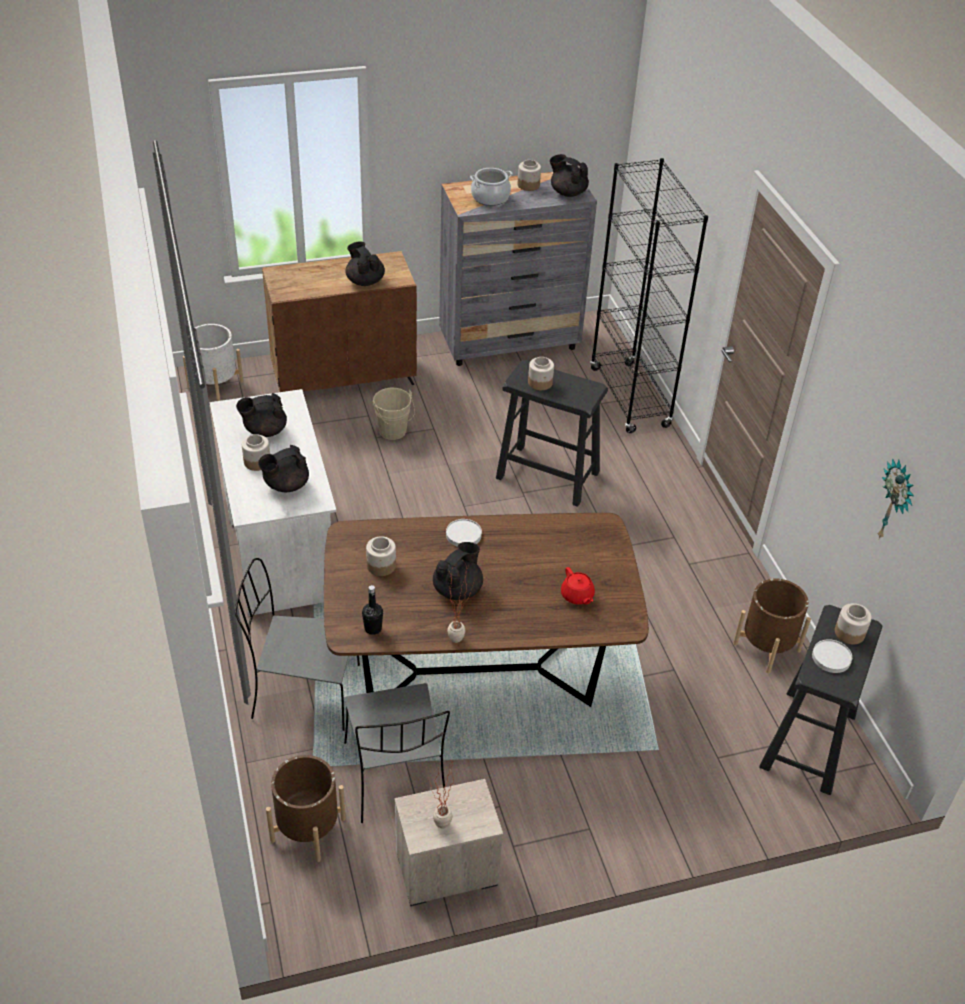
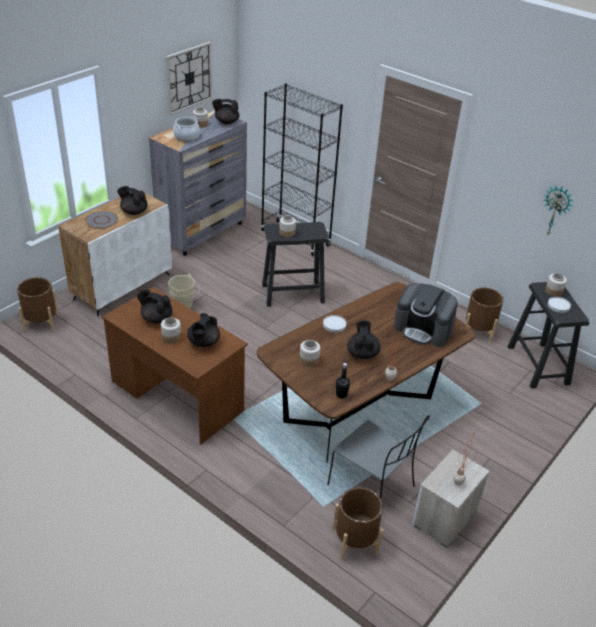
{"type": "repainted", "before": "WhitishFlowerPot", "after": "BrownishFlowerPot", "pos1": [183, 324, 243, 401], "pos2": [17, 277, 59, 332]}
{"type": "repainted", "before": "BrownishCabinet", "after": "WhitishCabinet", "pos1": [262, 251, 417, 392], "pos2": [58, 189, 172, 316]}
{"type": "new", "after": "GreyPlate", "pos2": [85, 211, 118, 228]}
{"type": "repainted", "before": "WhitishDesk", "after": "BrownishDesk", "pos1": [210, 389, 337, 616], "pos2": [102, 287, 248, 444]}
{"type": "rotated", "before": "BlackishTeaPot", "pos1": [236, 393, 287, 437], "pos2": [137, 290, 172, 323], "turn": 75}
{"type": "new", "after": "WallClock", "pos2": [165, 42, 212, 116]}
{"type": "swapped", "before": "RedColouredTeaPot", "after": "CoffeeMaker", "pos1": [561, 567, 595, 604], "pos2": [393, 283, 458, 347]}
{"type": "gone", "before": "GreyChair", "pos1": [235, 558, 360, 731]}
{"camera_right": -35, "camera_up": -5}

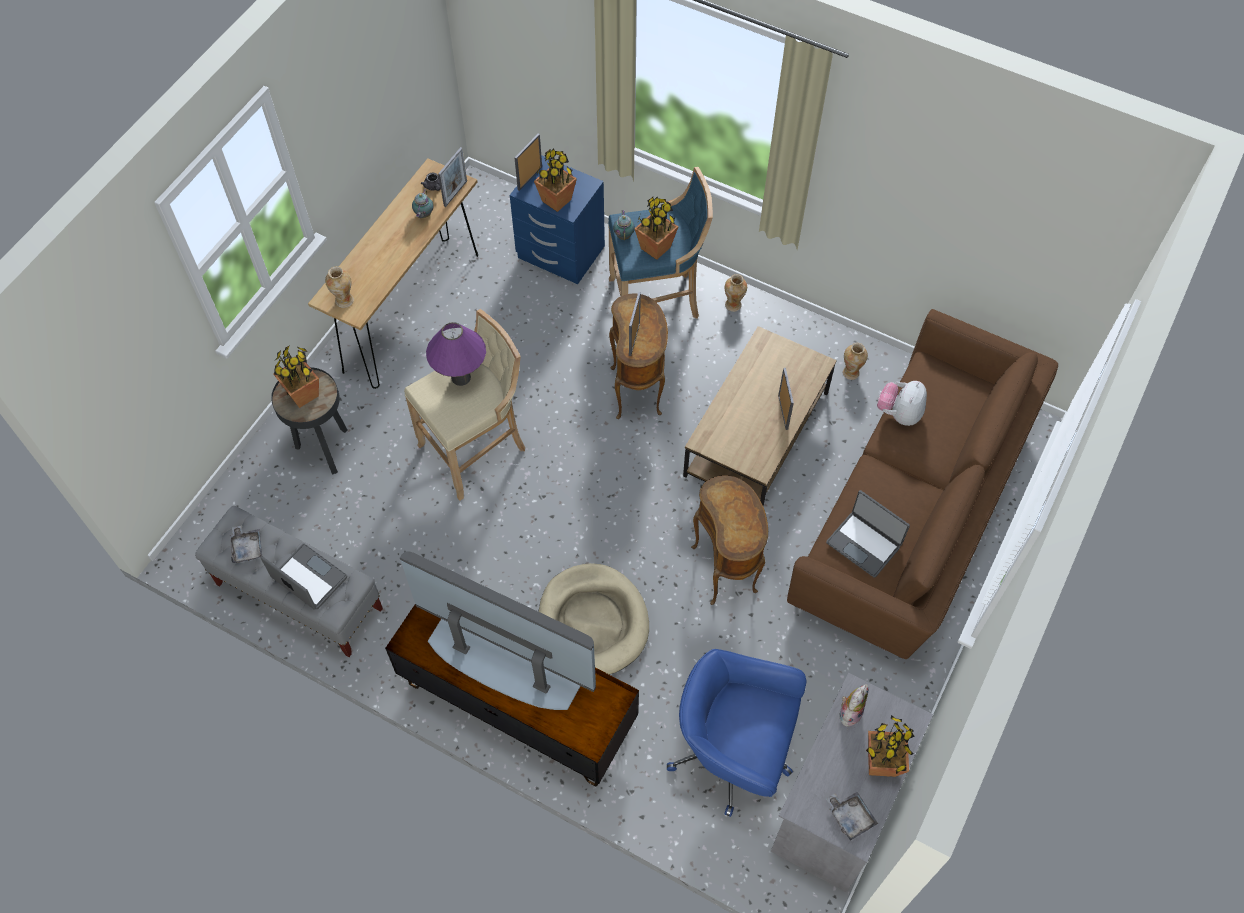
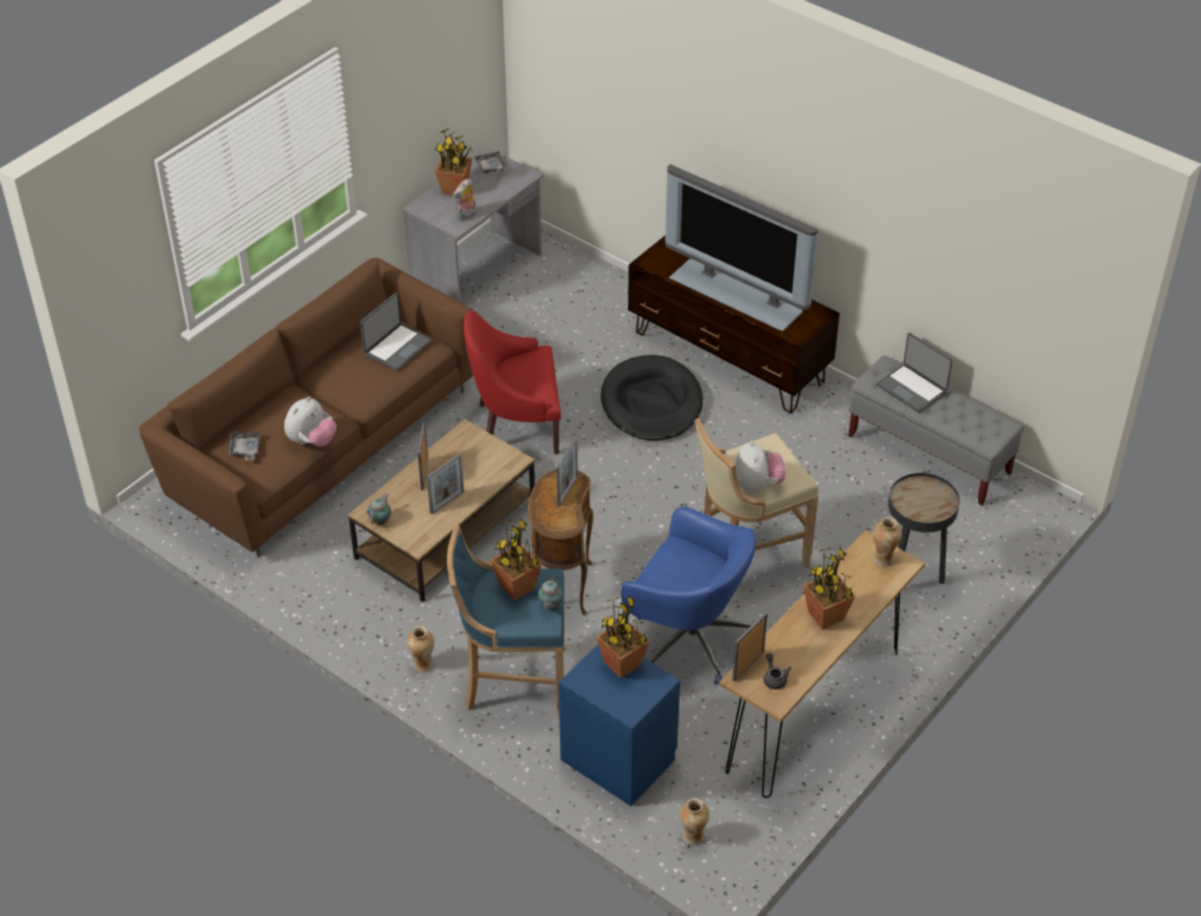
{"type": "shifted", "before": "GreyCarryingTray", "pos1": [230, 525, 262, 563], "pos2": [228, 432, 260, 460]}
{"type": "rotated", "before": "NotebookComputer", "pos1": [826, 490, 910, 578], "pos2": [360, 292, 432, 371], "turn": 75}
{"type": "shifted", "before": "TeaPot", "pos1": [412, 189, 434, 218], "pos2": [367, 494, 391, 525]}
{"type": "shifted", "before": "PhotoFrame", "pos1": [514, 133, 542, 191], "pos2": [427, 454, 464, 514]}
{"type": "swapped", "before": "BrownishEndTable", "after": "RedColouredArmchair", "pos1": [691, 475, 768, 605], "pos2": [464, 310, 561, 454]}
{"type": "repainted", "before": "BeigeColouredPetBed", "after": "BlackishPetBed", "pos1": [538, 563, 649, 675], "pos2": [601, 355, 703, 441]}
{"type": "shifted", "before": "BlueColouredComputerChair", "pos1": [667, 649, 807, 817], "pos2": [621, 506, 756, 685]}
{"type": "shifted", "before": "FlowerVase", "pos1": [843, 343, 868, 380], "pos2": [680, 798, 709, 845]}
{"type": "swapped", "before": "PurpleColouredLampForATable", "after": "SoftToy", "pos1": [426, 322, 486, 386], "pos2": [735, 441, 785, 492]}
{"type": "shifted", "before": "PlantInAPot", "pos1": [273, 346, 319, 408], "pos2": [803, 547, 855, 629]}
{"camera_right": -170, "camera_up": -15}

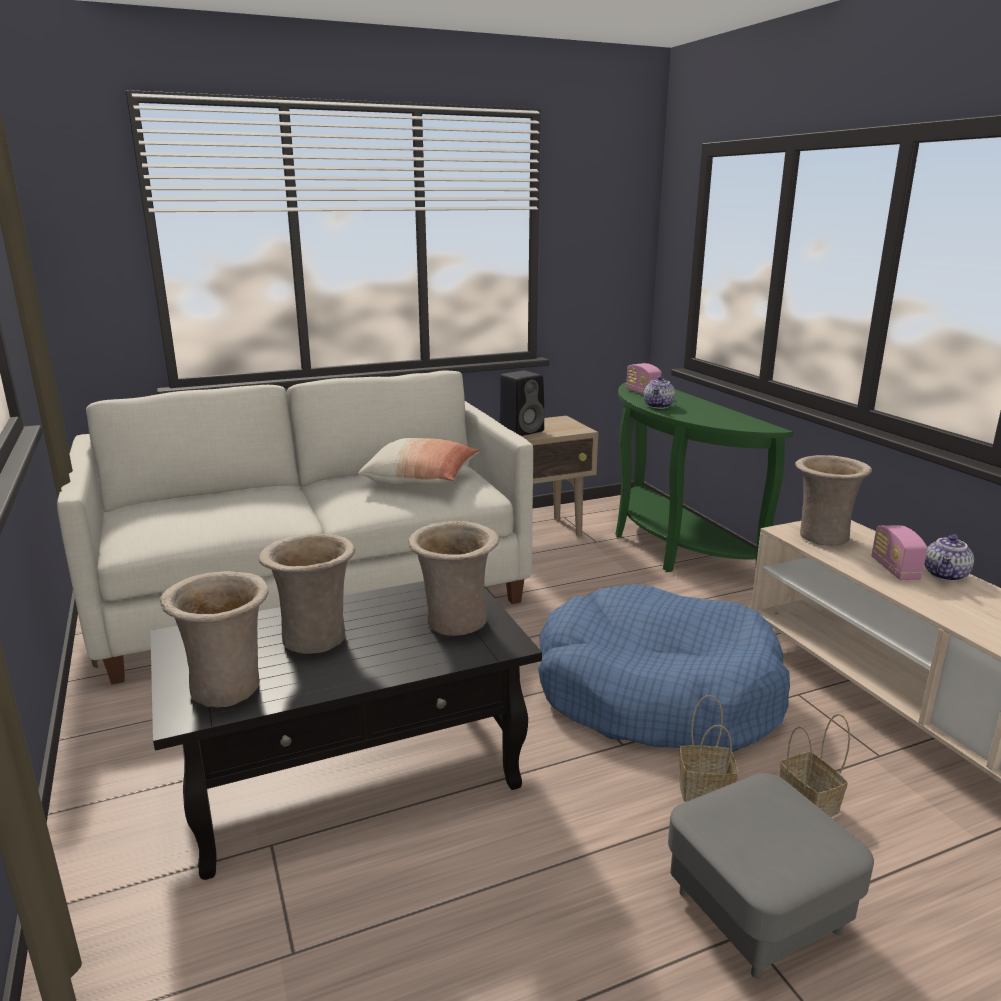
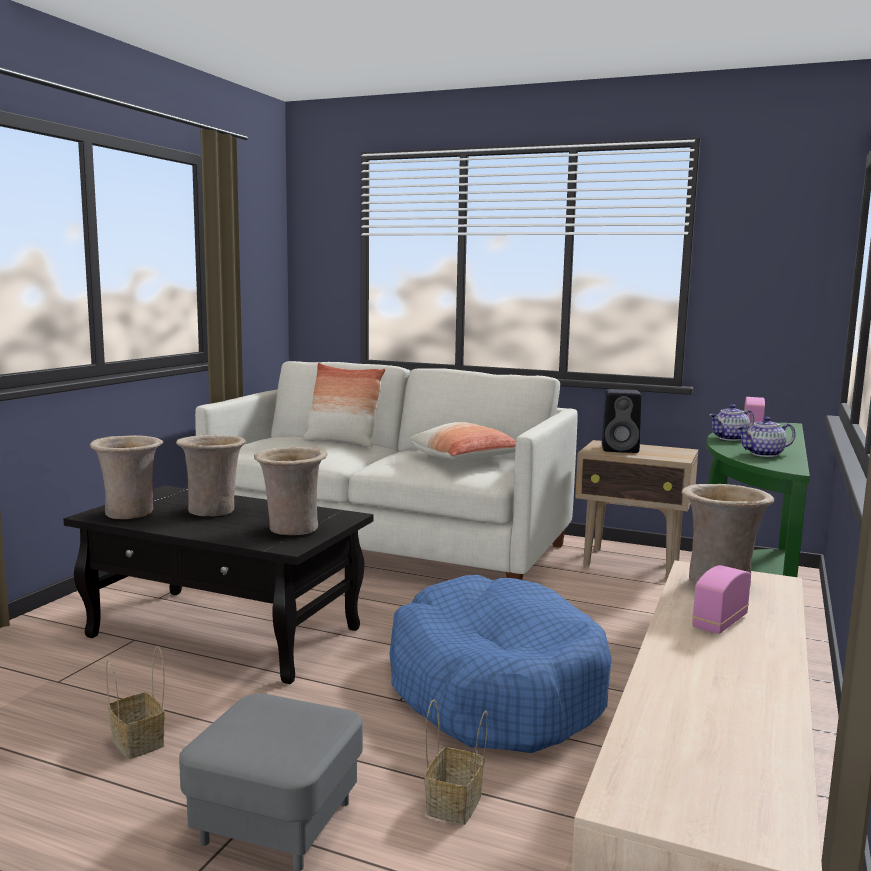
{"type": "shifted", "before": "Basket", "pos1": [679, 695, 738, 802], "pos2": [106, 646, 165, 759]}
{"type": "new", "after": "ThrowPillow", "pos2": [303, 363, 385, 447]}
{"type": "shifted", "before": "TeaPot", "pos1": [924, 534, 974, 581], "pos2": [737, 417, 796, 457]}
{"camera_right": 45, "camera_up": -10}

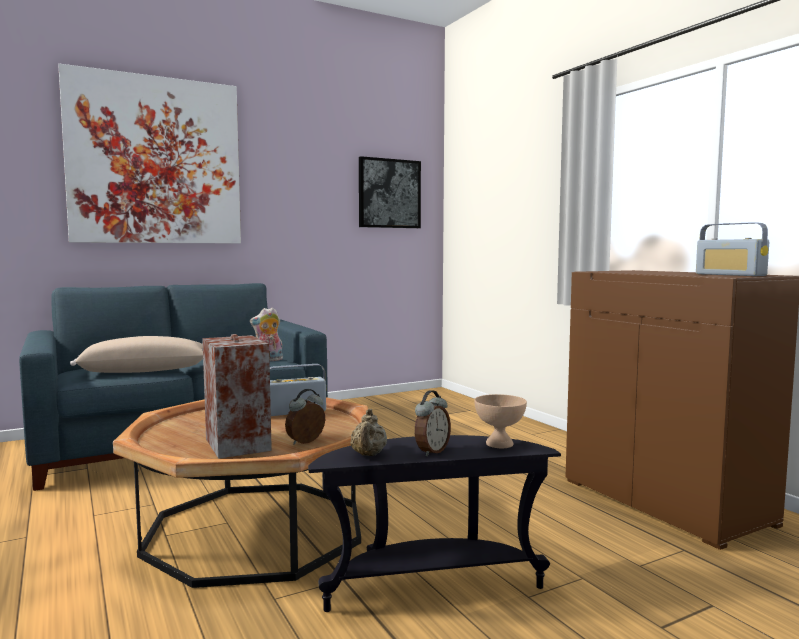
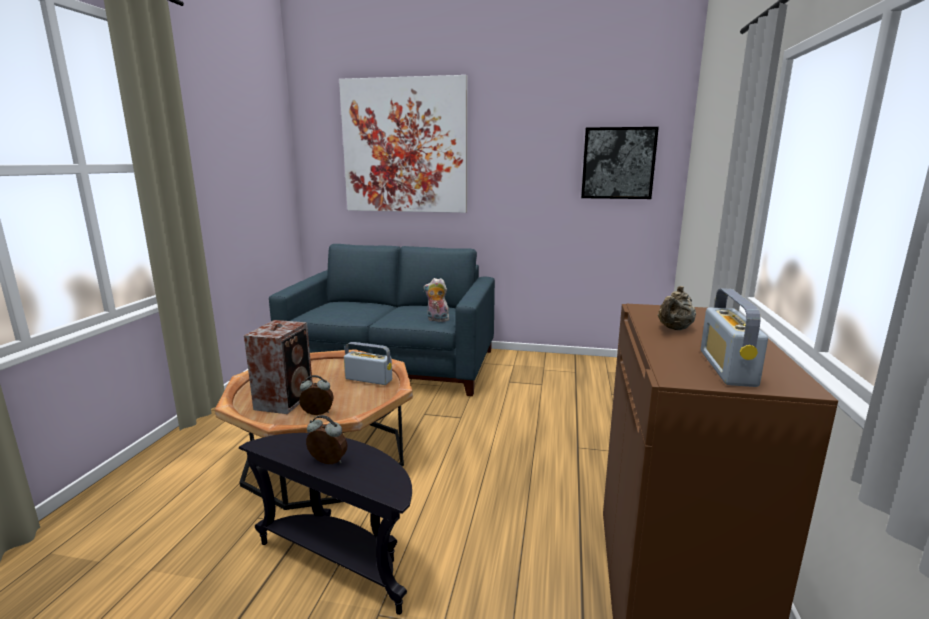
{"type": "rotated", "before": "TableClock", "pos1": [415, 390, 451, 456], "pos2": [306, 415, 347, 464], "turn": -150}
{"type": "shifted", "before": "BeigeColouredTeaPot", "pos1": [350, 409, 387, 456], "pos2": [658, 286, 696, 330]}
{"type": "gone", "before": "BeigeColouredThrowPillow", "pos1": [70, 336, 203, 373]}
{"type": "gone", "before": "BeigeColouredBowl", "pos1": [474, 394, 527, 448]}
{"camera_right": 40, "camera_up": 10}

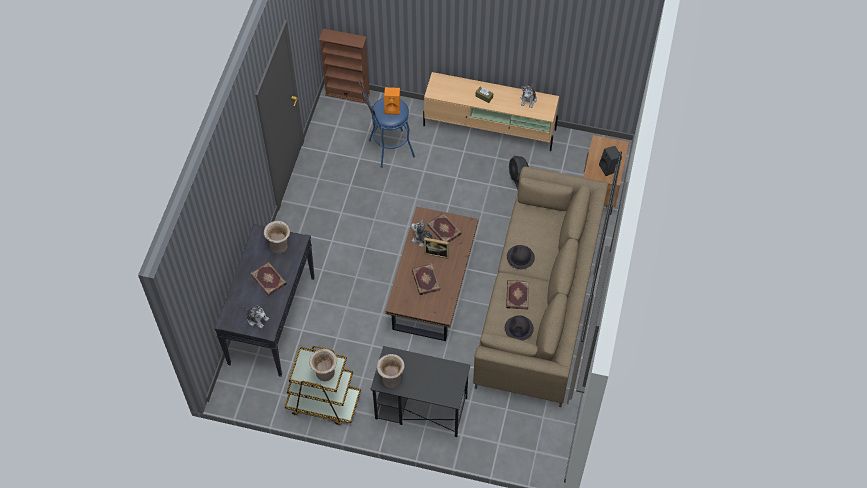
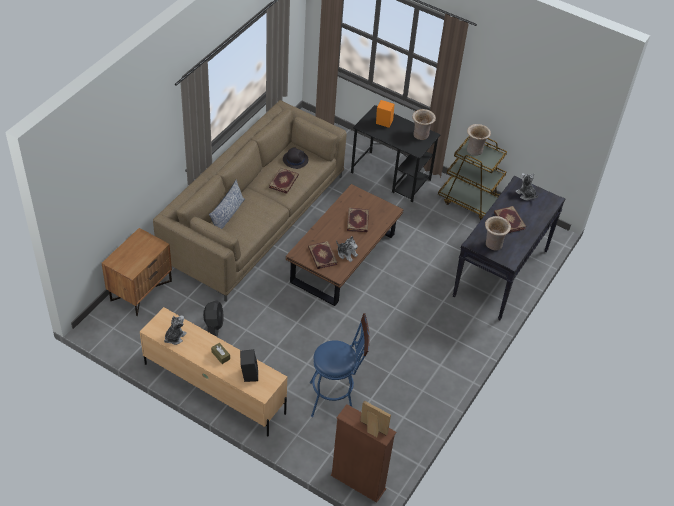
{"type": "new", "after": "ThrowPillow", "pos2": [209, 179, 245, 229]}
{"type": "shifted", "before": "BlackishSpeaker", "pos1": [599, 146, 622, 176], "pos2": [240, 349, 258, 382]}
{"type": "shifted", "before": "PhotoFrame", "pos1": [424, 237, 449, 259], "pos2": [360, 401, 391, 437]}
{"type": "shifted", "before": "OrangeSpeaker", "pos1": [384, 87, 400, 115], "pos2": [376, 100, 394, 128]}
{"type": "gone", "before": "BlackishHat", "pos1": [507, 245, 535, 269]}
{"camera_right": -165, "camera_up": -10}

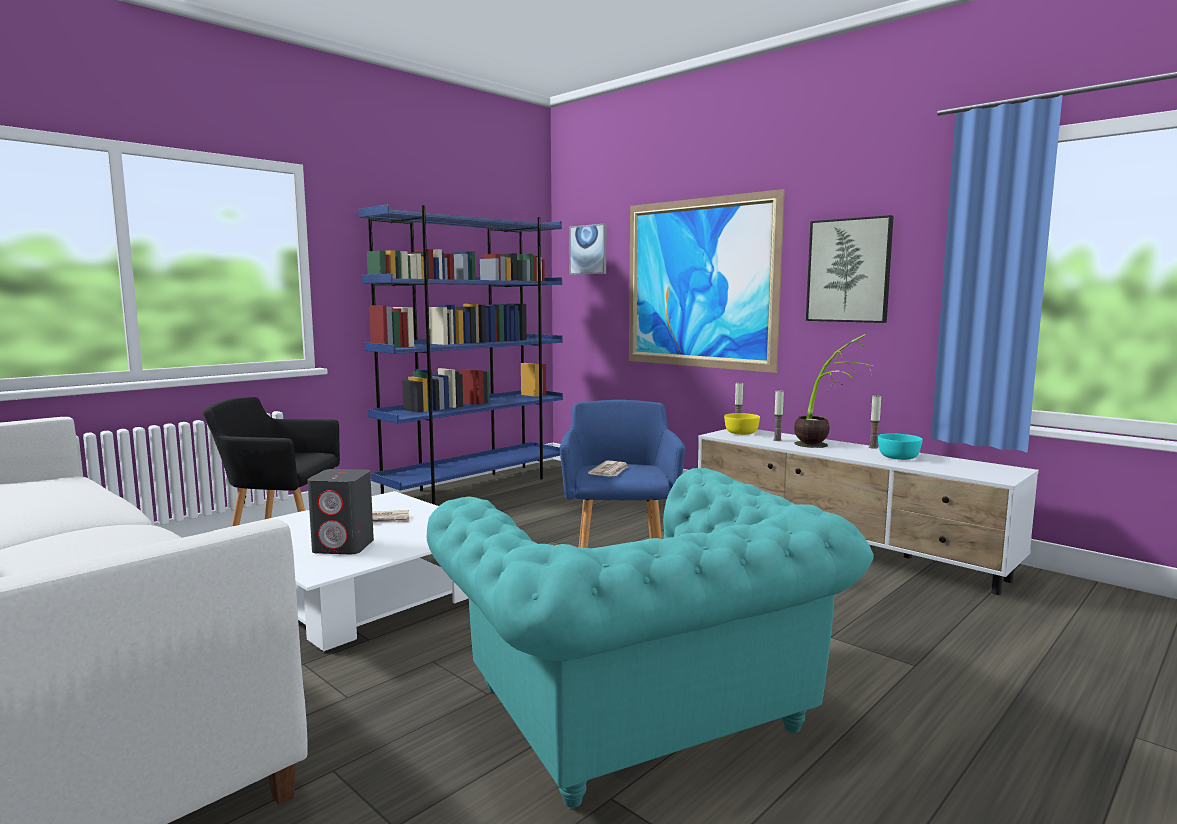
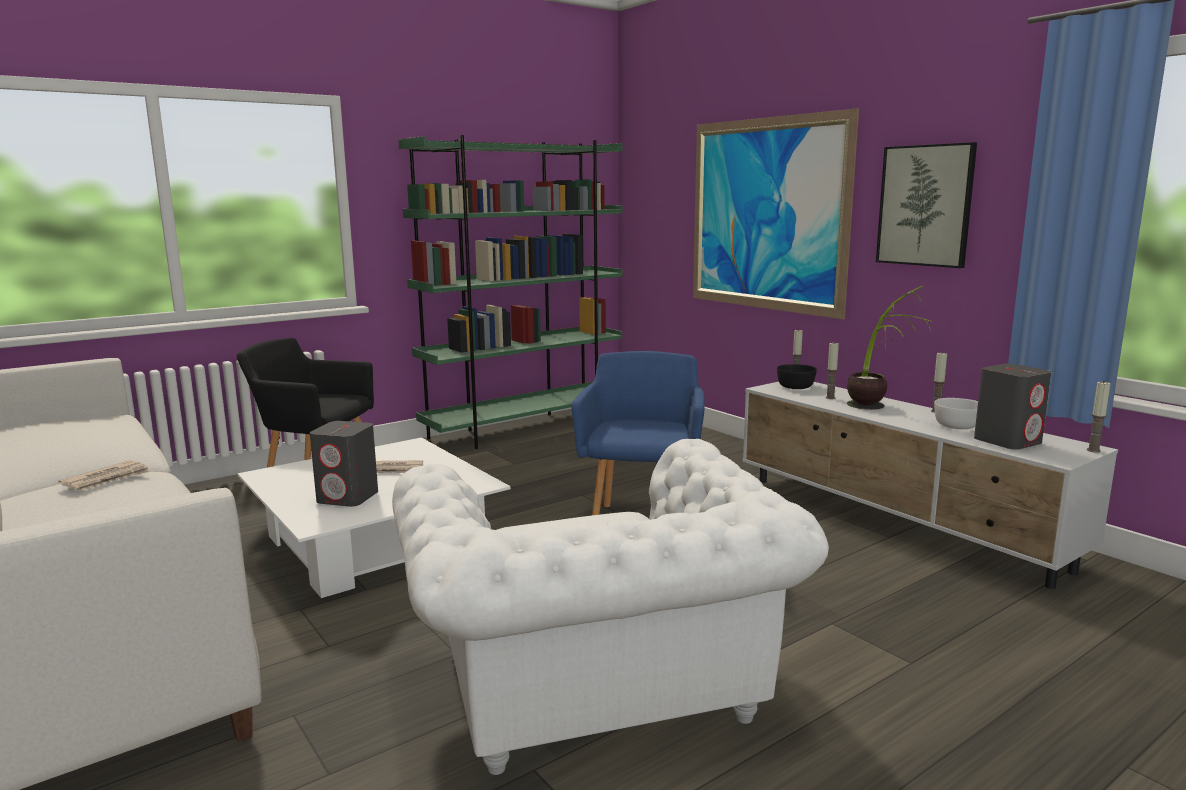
{"type": "shifted", "before": "DailyPaper", "pos1": [588, 460, 628, 477], "pos2": [58, 460, 152, 490]}
{"type": "repainted", "before": "BlueGreenArmchair", "after": "WhitishArmchair", "pos1": [427, 468, 874, 808], "pos2": [392, 439, 829, 775]}
{"type": "repainted", "before": "BlueColouredBookcase", "after": "GreenishBookcase", "pos1": [358, 204, 563, 505], "pos2": [398, 135, 622, 449]}
{"type": "repainted", "before": "YellowishBowl", "after": "BlackishBowl", "pos1": [724, 413, 760, 435], "pos2": [777, 364, 817, 389]}
{"type": "repainted", "before": "BlueGreenBowl", "after": "WhitishBowl", "pos1": [878, 433, 923, 460], "pos2": [934, 398, 978, 429]}
{"type": "new", "after": "GreySpeaker", "pos2": [974, 364, 1051, 450]}
{"type": "new", "after": "WaxLight", "pos2": [1087, 382, 1110, 453]}
{"type": "gone", "before": "Picture", "pos1": [569, 224, 606, 275]}
{"camera_right": 10, "camera_up": 5}

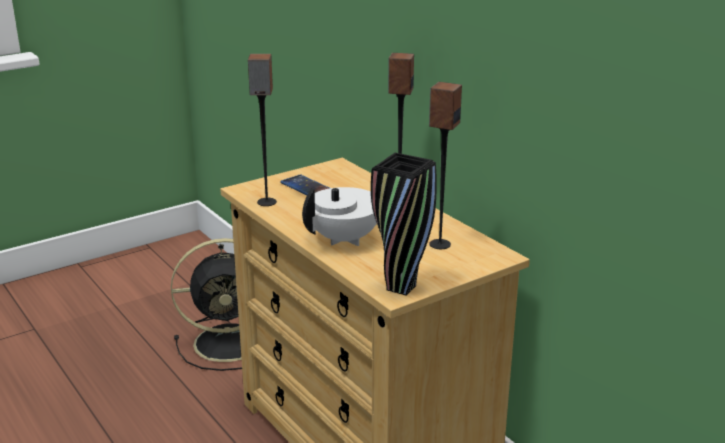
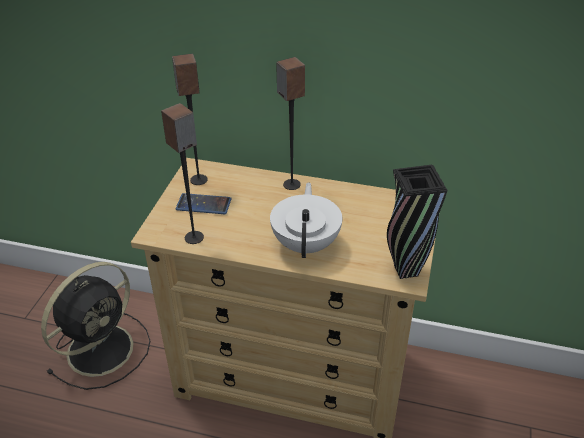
{"type": "shifted", "before": "Speaker", "pos1": [429, 82, 462, 249], "pos2": [172, 54, 208, 185]}
{"camera_right": -40, "camera_up": 15}

